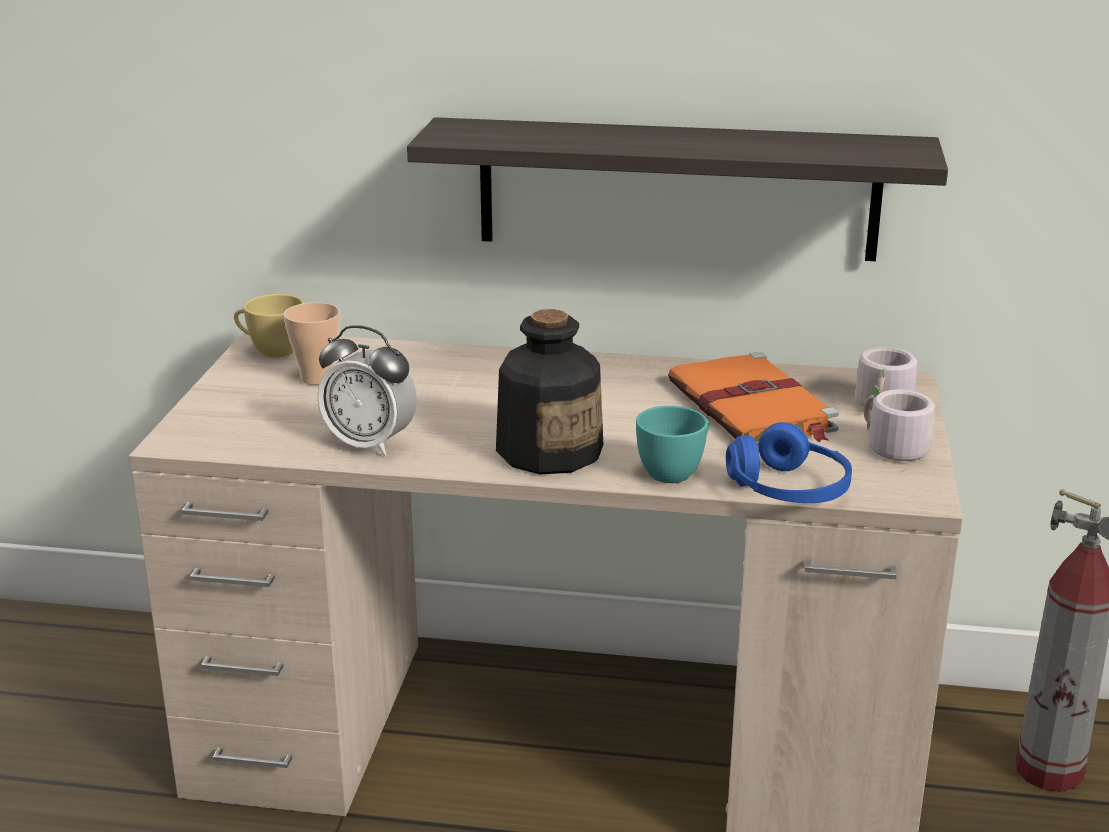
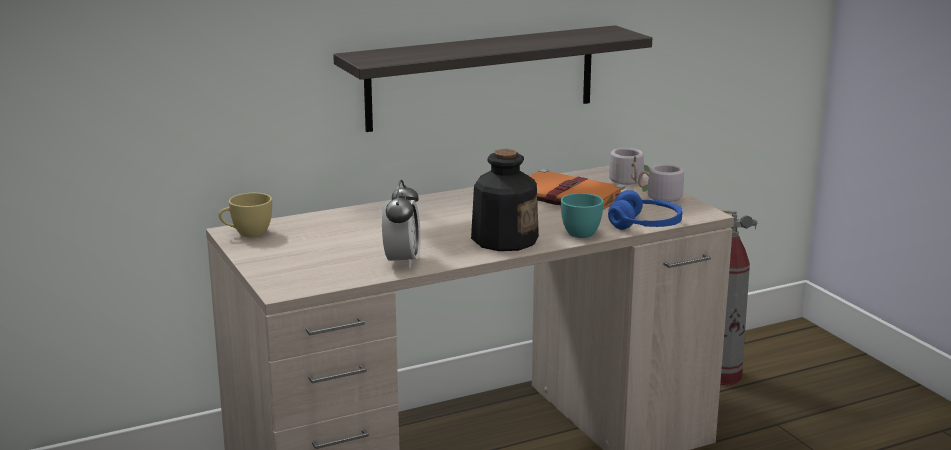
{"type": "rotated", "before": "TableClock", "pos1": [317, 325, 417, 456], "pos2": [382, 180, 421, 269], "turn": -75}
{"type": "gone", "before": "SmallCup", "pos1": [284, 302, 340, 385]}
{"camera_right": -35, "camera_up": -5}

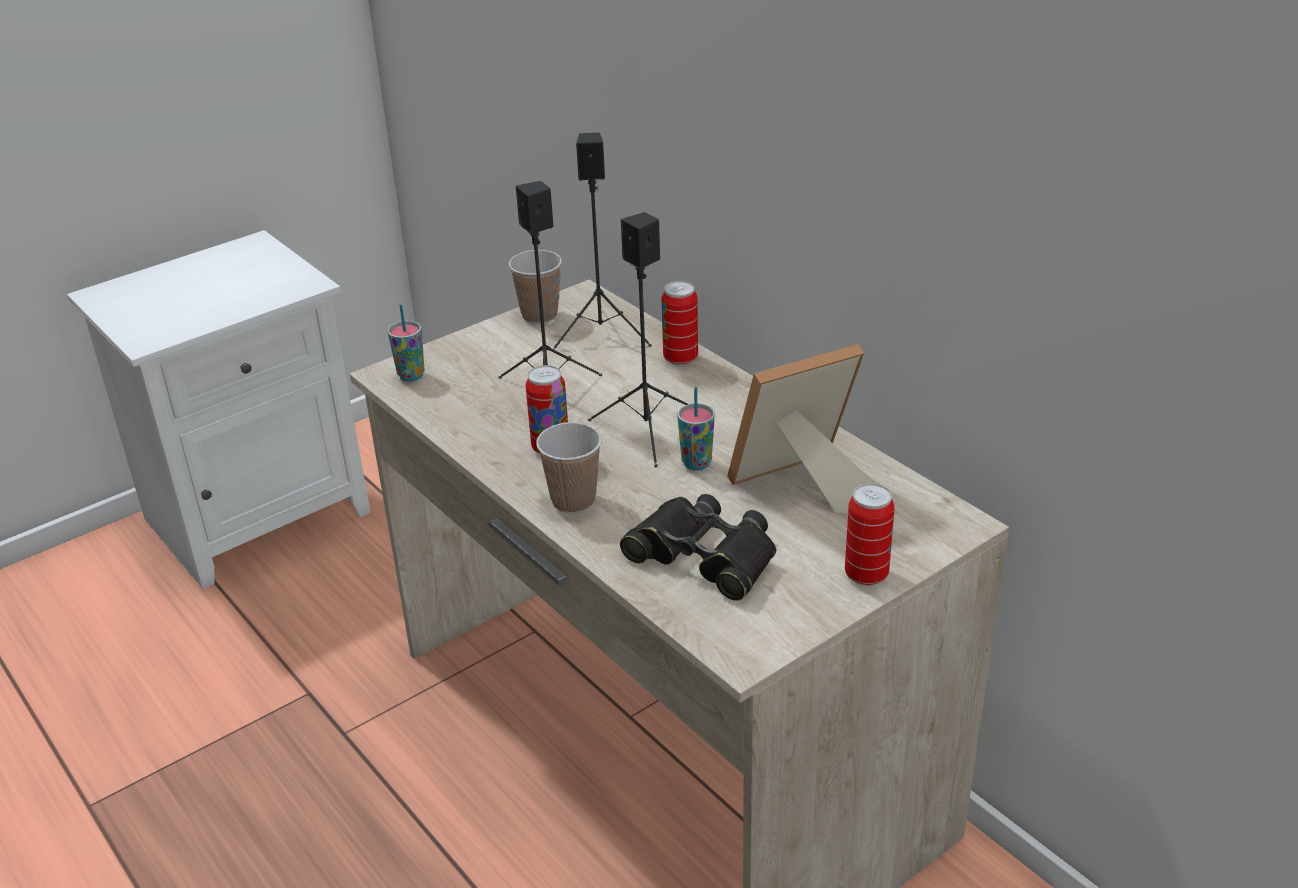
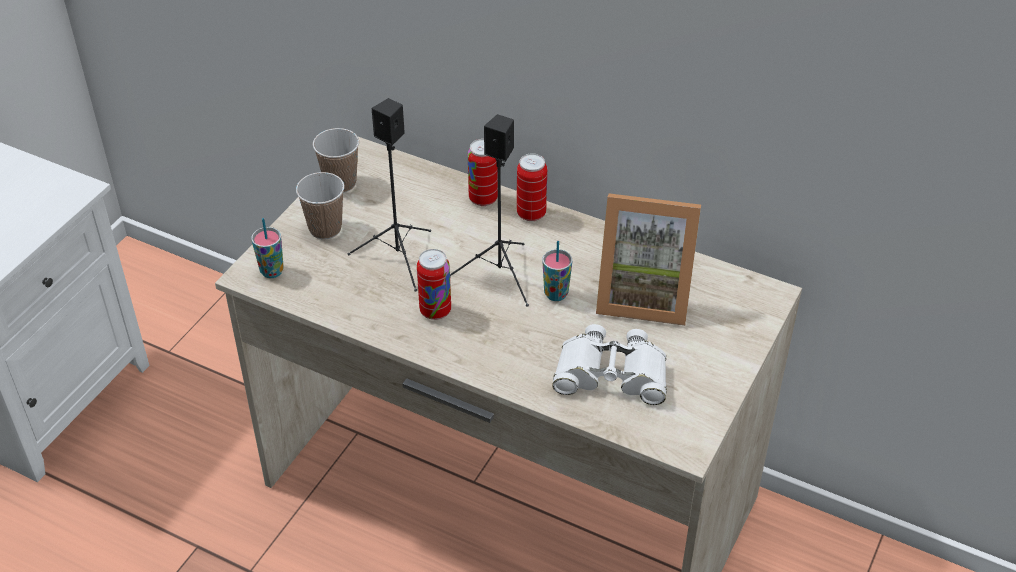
{"type": "shifted", "before": "SmallCup", "pos1": [536, 422, 602, 513], "pos2": [296, 172, 344, 239]}
{"type": "shifted", "before": "MetalCan", "pos1": [845, 483, 895, 586], "pos2": [517, 153, 547, 221]}
{"type": "repainted", "before": "BlackishPairOfBinoculars", "after": "WhitishPairOfBinoculars", "pos1": [620, 494, 776, 601], "pos2": [552, 324, 667, 405]}
{"type": "rotated", "before": "PhotoFrame", "pos1": [727, 344, 875, 513], "pos2": [596, 193, 701, 326], "turn": -120}
{"type": "gone", "before": "BlackishSpeaker", "pos1": [553, 132, 652, 349]}
{"camera_right": -25, "camera_up": 10}

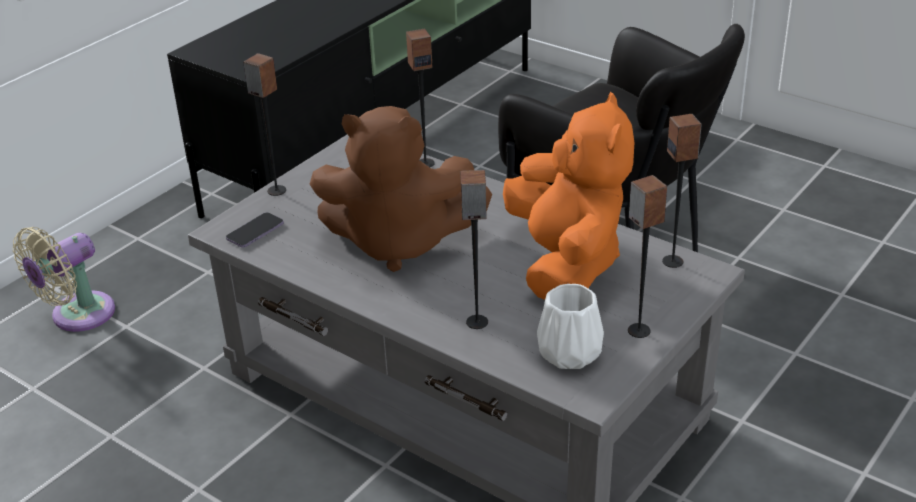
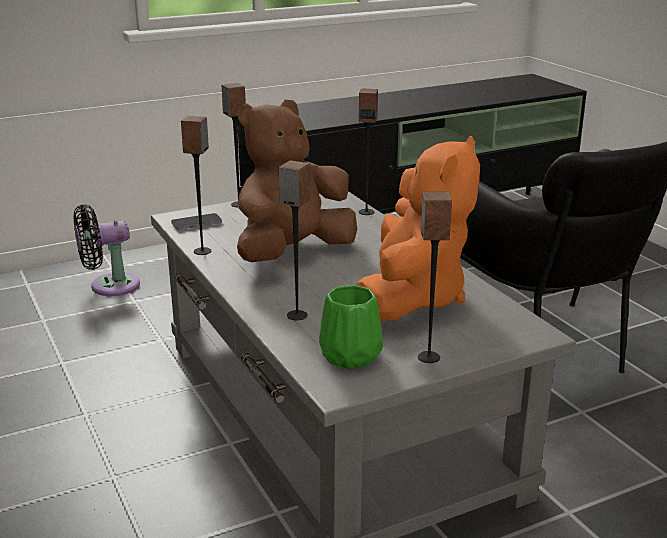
{"type": "repainted", "before": "BeigeColouredFan", "after": "BlackishFan", "pos1": [13, 227, 115, 332], "pos2": [74, 204, 140, 296]}
{"type": "shifted", "before": "Speaker", "pos1": [662, 114, 702, 268], "pos2": [181, 116, 211, 255]}
{"type": "rotated", "before": "BrownishSoftToy", "pos1": [310, 106, 492, 272], "pos2": [237, 99, 357, 262], "turn": 105}
{"type": "repainted", "before": "WhitishFlowerVase", "after": "GreenishFlowerVase", "pos1": [537, 284, 604, 369], "pos2": [319, 285, 383, 369]}
{"camera_right": 25, "camera_up": -10}

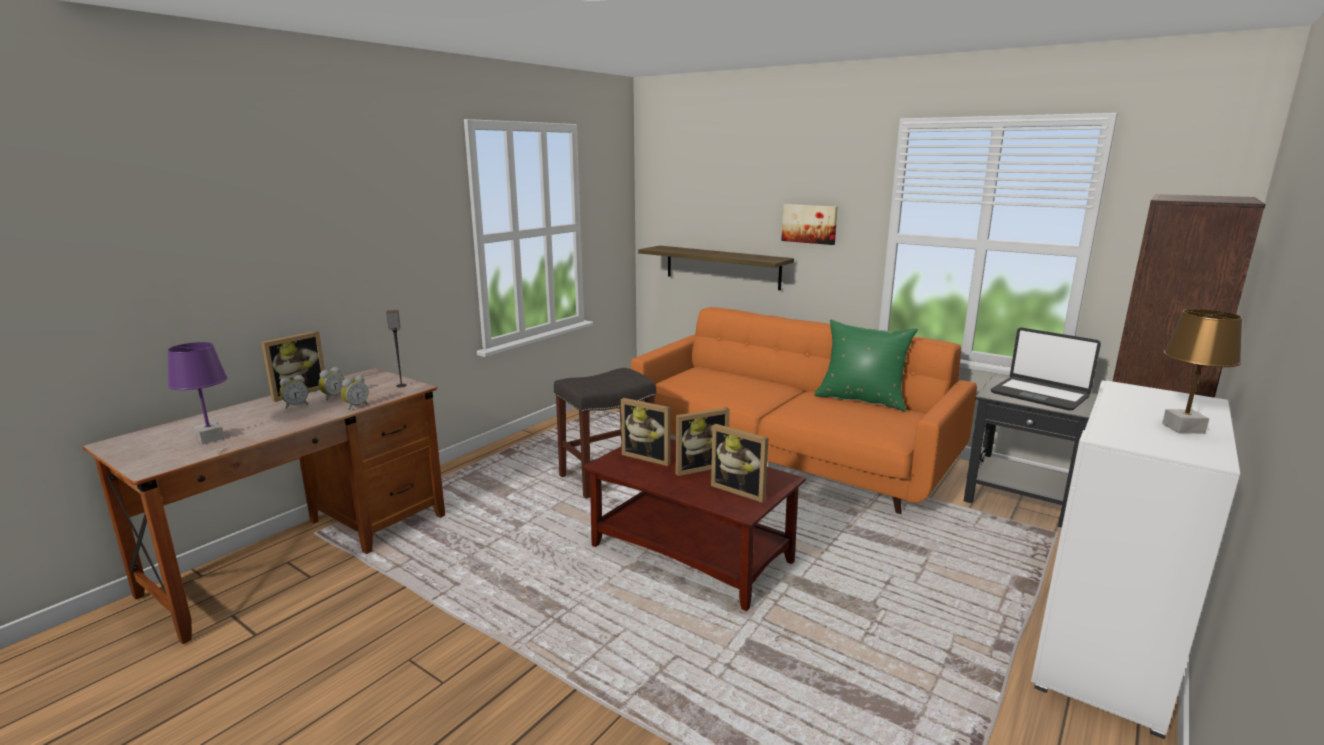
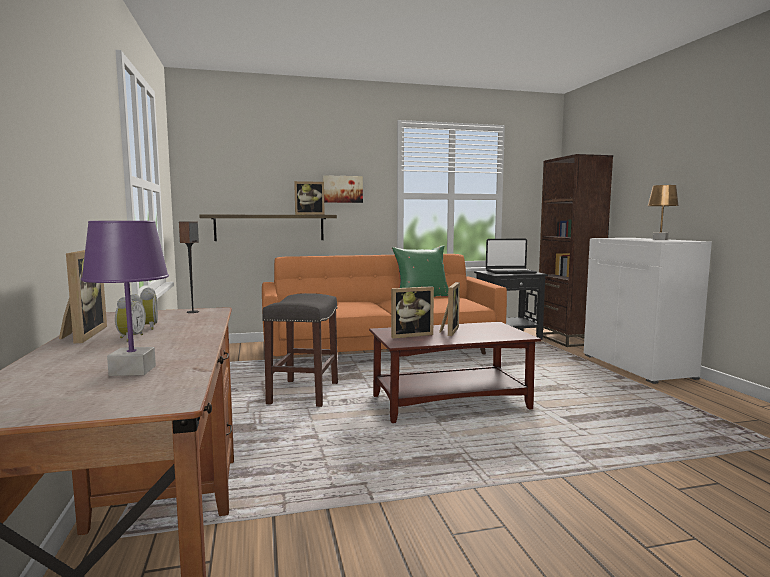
{"type": "shifted", "before": "PhotoFrame", "pos1": [711, 424, 768, 503], "pos2": [294, 181, 325, 215]}
{"type": "gone", "before": "TableClock", "pos1": [341, 375, 369, 410]}
{"camera_right": -50, "camera_up": -10}

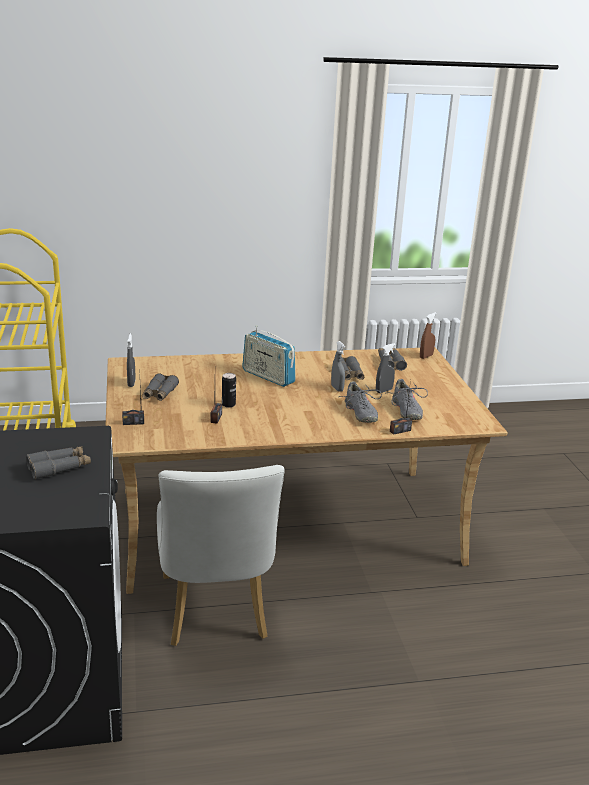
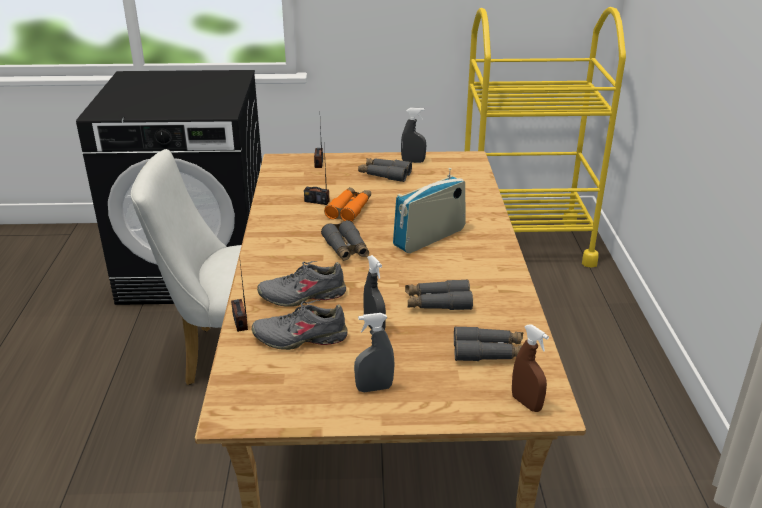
{"type": "shifted", "before": "GreyPairOfBinoculars", "pos1": [26, 446, 91, 480], "pos2": [321, 220, 369, 261]}
{"type": "swapped", "before": "MetalCan", "after": "OrangePairOfBinoculars", "pos1": [222, 373, 236, 408], "pos2": [324, 187, 371, 221]}
{"type": "shifted", "before": "GreySprayer", "pos1": [331, 341, 345, 392], "pos2": [354, 313, 395, 392]}
{"camera_right": 100, "camera_up": 5}

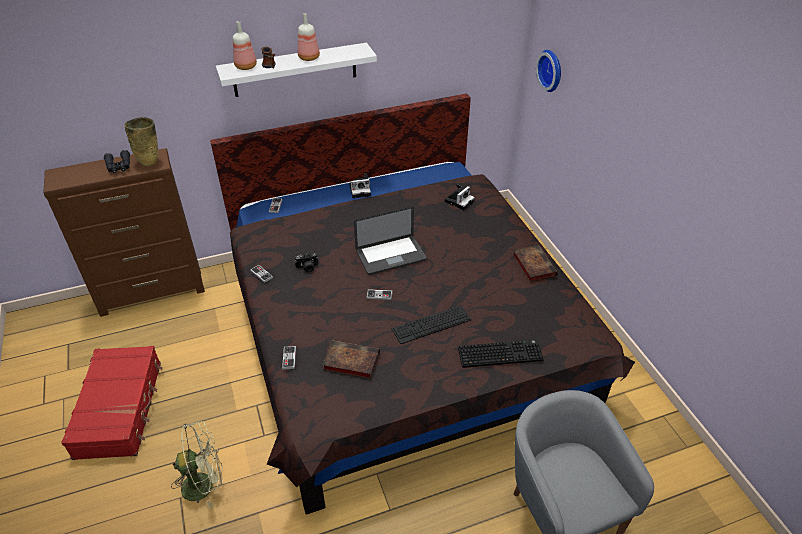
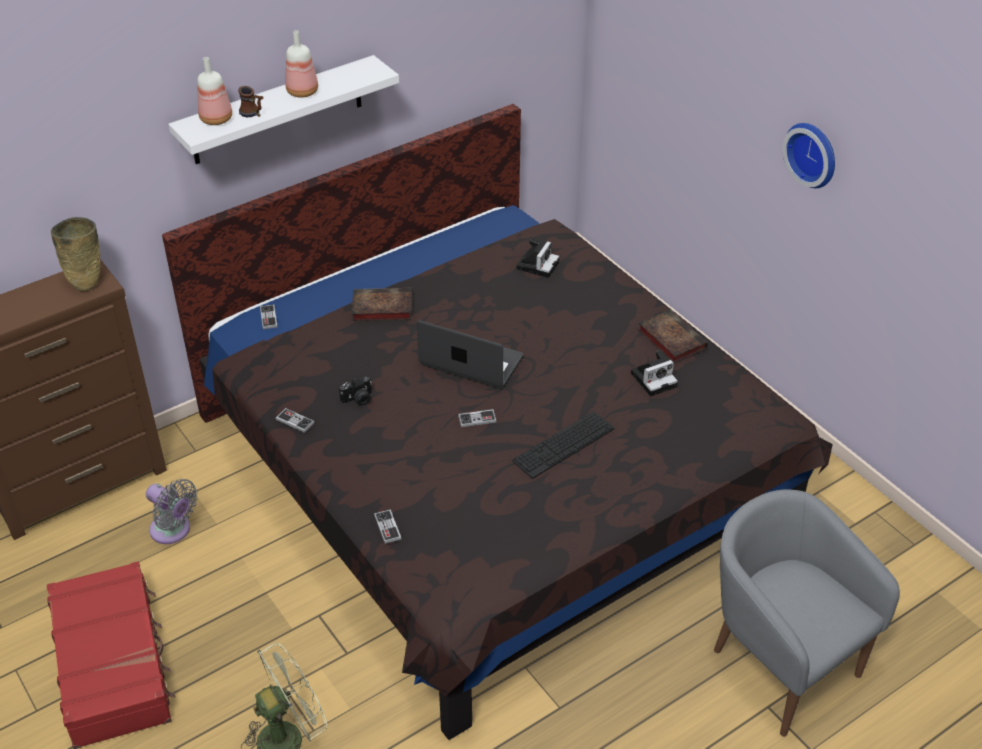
{"type": "new", "after": "GreyFan", "pos2": [146, 479, 198, 544]}
{"type": "shifted", "before": "Book", "pos1": [322, 340, 380, 379], "pos2": [351, 288, 412, 321]}
{"type": "rotated", "before": "NotebookComputer", "pos1": [354, 207, 427, 275], "pos2": [417, 320, 523, 389], "turn": -120}
{"type": "shifted", "before": "StillCamera", "pos1": [349, 173, 371, 198], "pos2": [631, 350, 678, 396]}
{"type": "shifted", "before": "WallClock", "pos1": [536, 50, 561, 92], "pos2": [782, 123, 835, 188]}
{"type": "gone", "before": "BlackishPairOfBinoculars", "pos1": [103, 150, 130, 173]}
{"type": "gone", "before": "PcKeyboard", "pos1": [458, 340, 544, 368]}
{"camera_right": -15, "camera_up": 0}

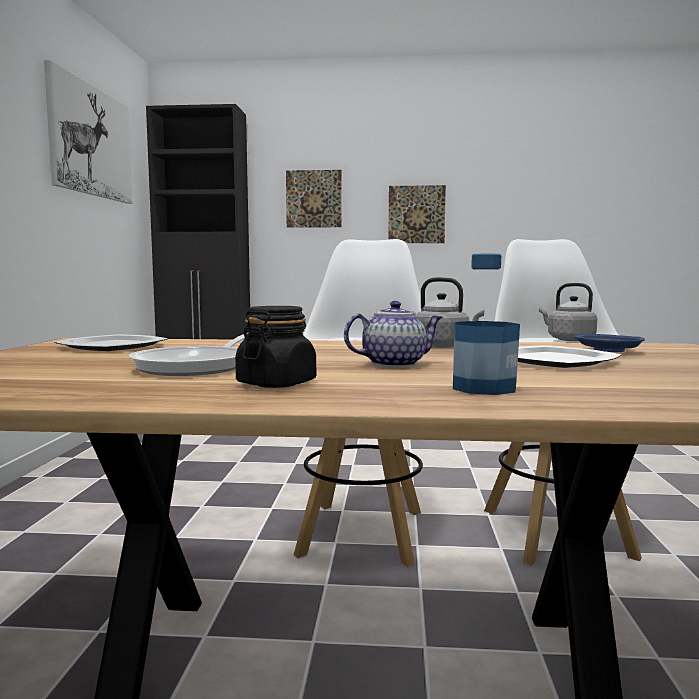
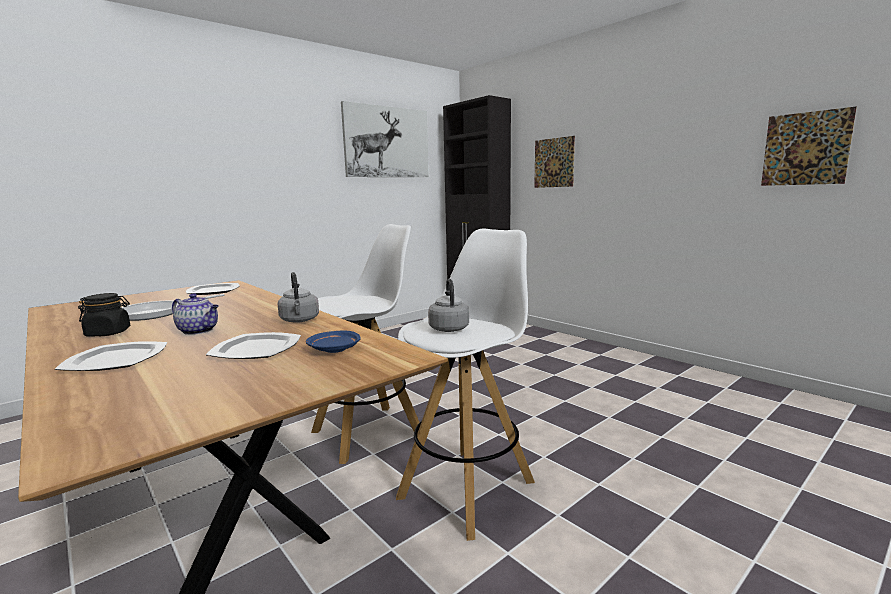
{"type": "swapped", "before": "Bottle", "after": "Plate", "pos1": [453, 254, 520, 395], "pos2": [55, 341, 167, 371]}
{"type": "shifted", "before": "Picture", "pos1": [388, 185, 446, 243], "pos2": [761, 107, 857, 186]}
{"camera_right": 45, "camera_up": 5}

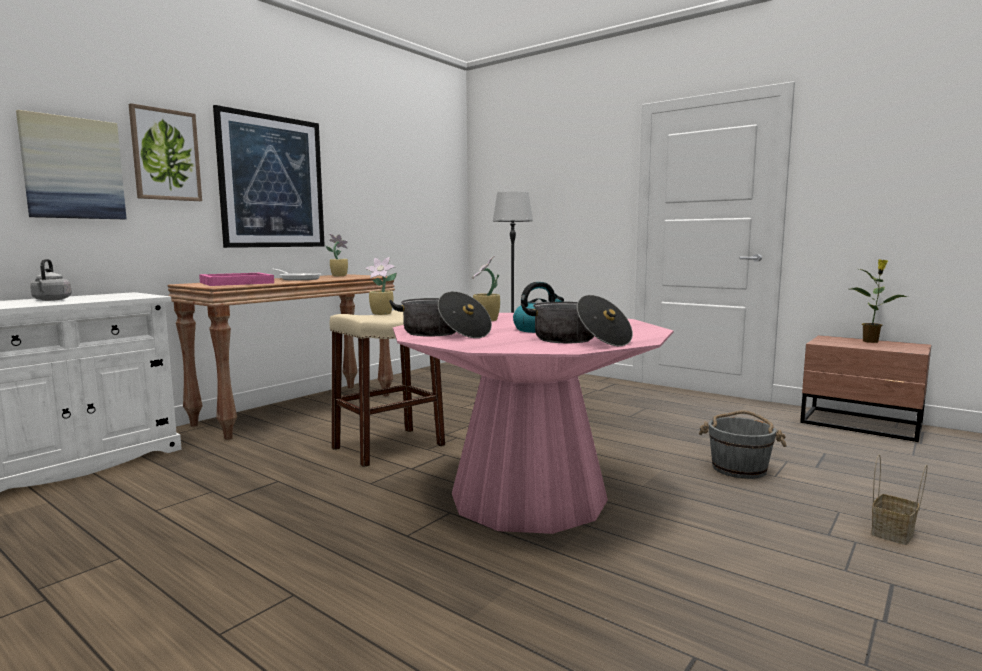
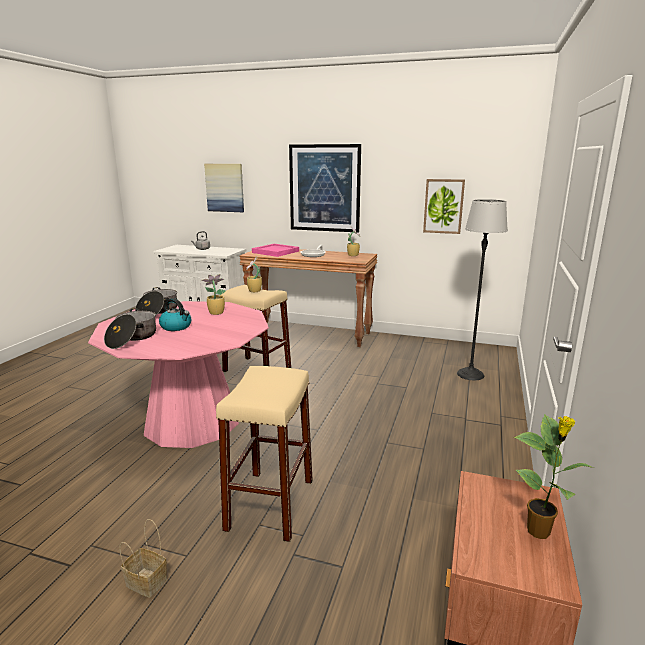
{"type": "swapped", "before": "GreyWaterBucket", "after": "BeigeColouredStool", "pos1": [699, 410, 787, 479], "pos2": [216, 366, 313, 542]}
{"type": "shifted", "before": "Picture", "pos1": [129, 103, 202, 201], "pos2": [423, 179, 465, 234]}
{"camera_right": 70, "camera_up": 10}

